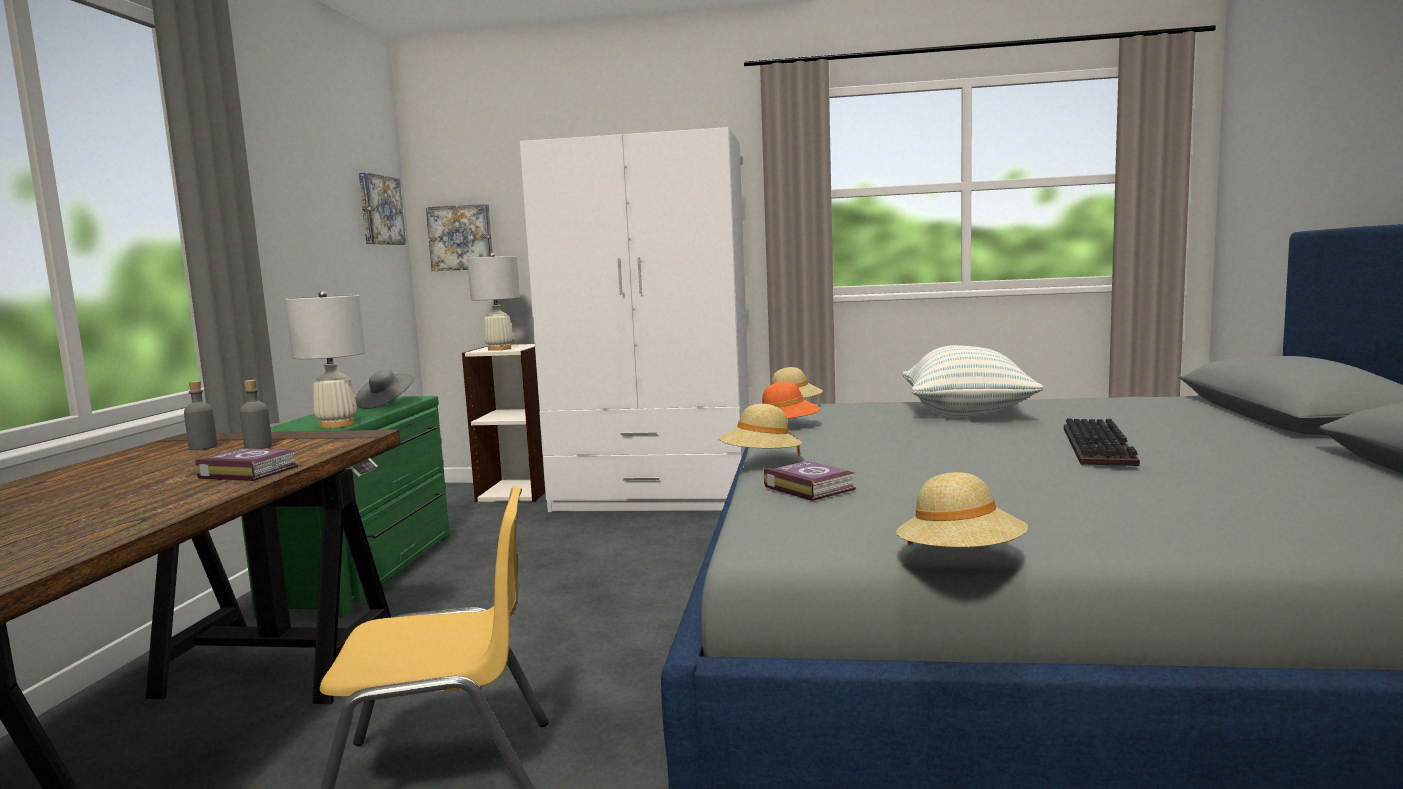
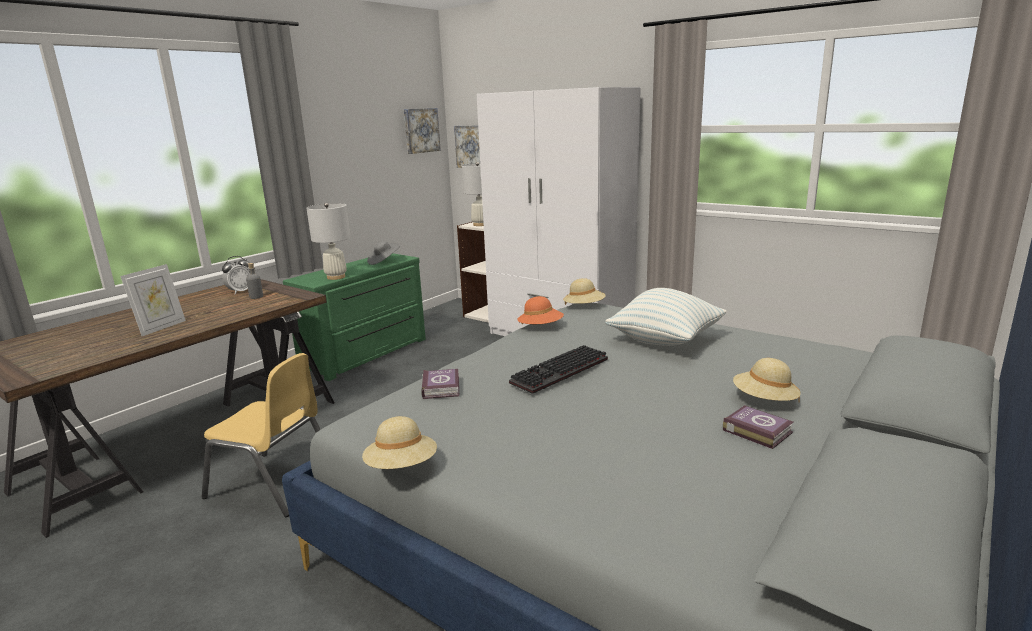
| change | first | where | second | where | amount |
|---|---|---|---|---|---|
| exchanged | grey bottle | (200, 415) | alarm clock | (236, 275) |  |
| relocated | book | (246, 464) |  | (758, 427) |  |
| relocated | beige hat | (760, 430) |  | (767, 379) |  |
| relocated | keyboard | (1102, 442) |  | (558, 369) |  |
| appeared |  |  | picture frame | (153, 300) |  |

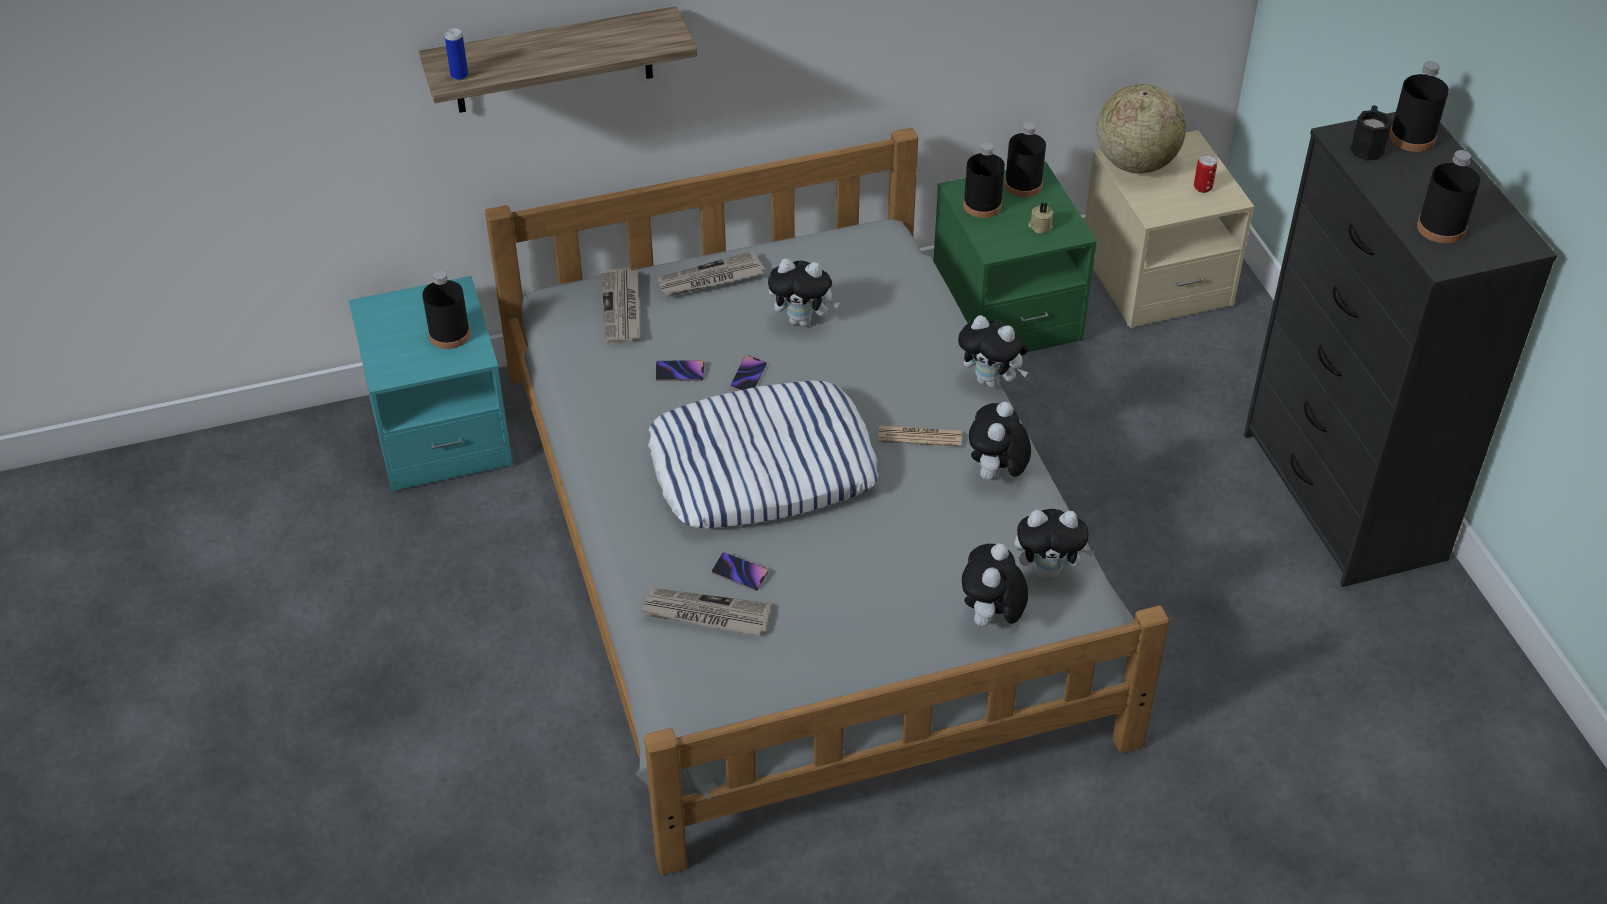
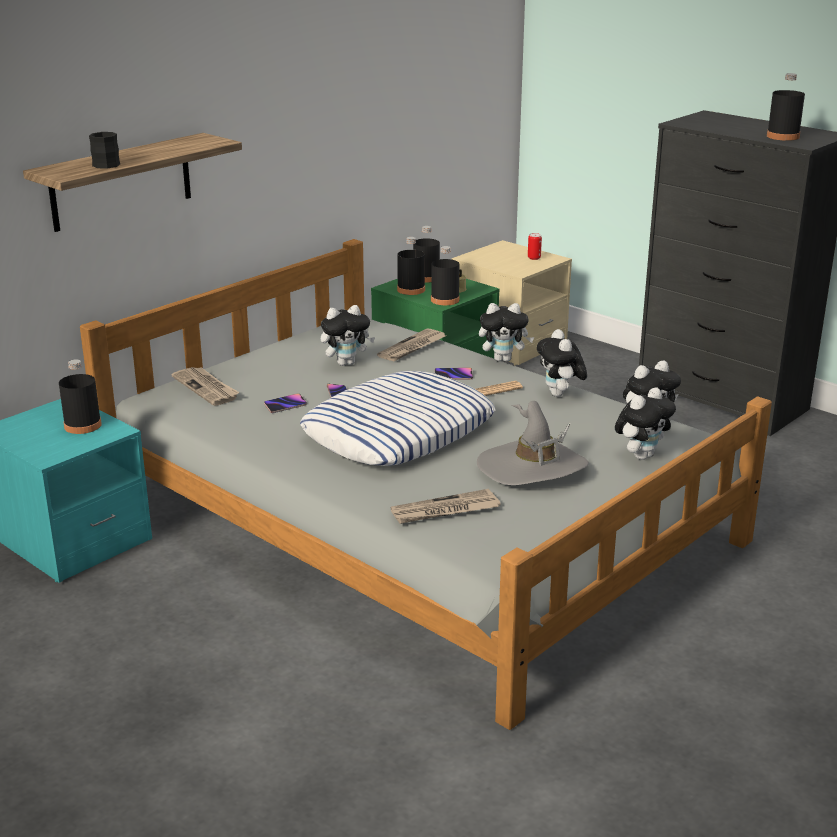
| change | first | where | second | where | amount |
|---|---|---|---|---|---|
| missing | can | (456, 54) |  |  |  |
| relocated | newspaper | (711, 274) |  | (411, 344) |  |
| relocated | phone | (740, 571) |  | (453, 373) |  |
| spun | plush toy | (995, 587) |  | (645, 423) | 120 degrees counterclockwise |
| missing | globe | (1141, 128) |  |  |  |
| relocated | black mug | (1371, 133) |  | (104, 150) |  |
| relocated | black bottle | (1419, 106) |  | (445, 275) |  |
| appeared |  |  | grey hat | (533, 443) |  |

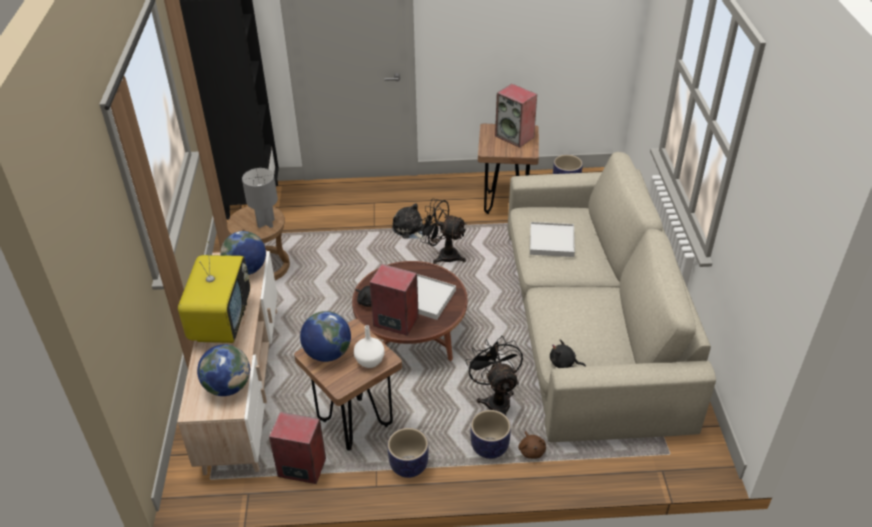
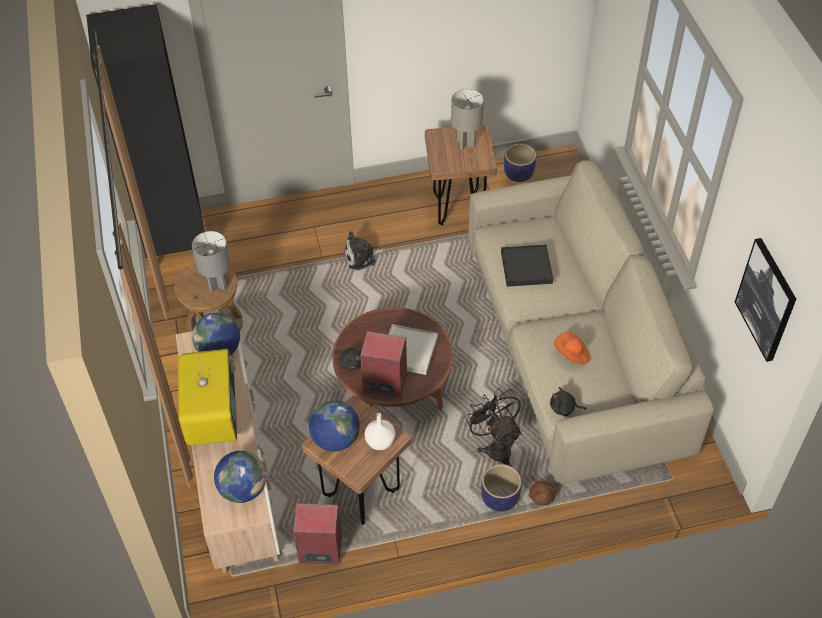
| change | first | where | second | where | amount |
|---|---|---|---|---|---|
| missing | planter | (408, 453) |  |  |  |
| spun | plush toy | (408, 221) |  | (364, 250) | 60 degrees counterclockwise |
| missing | black fan | (443, 231) |  |  |  |
| exchanged | speaker | (516, 116) | grey table lamp | (467, 119) |  |
| colour | white tray | (552, 239) | black tray | (527, 265) |  |
| appeared |  |  | orange hat | (572, 348) |  |
| appeared |  |  | picture | (765, 300) |  |

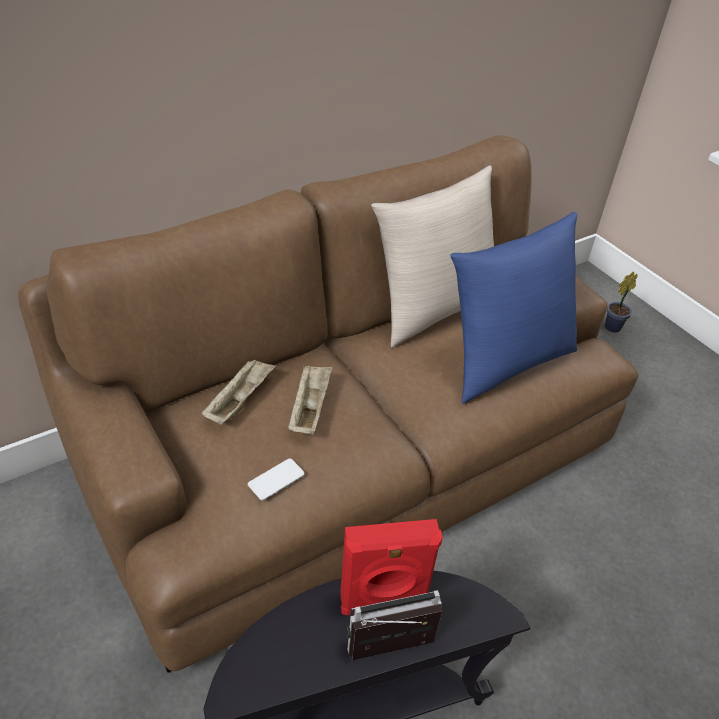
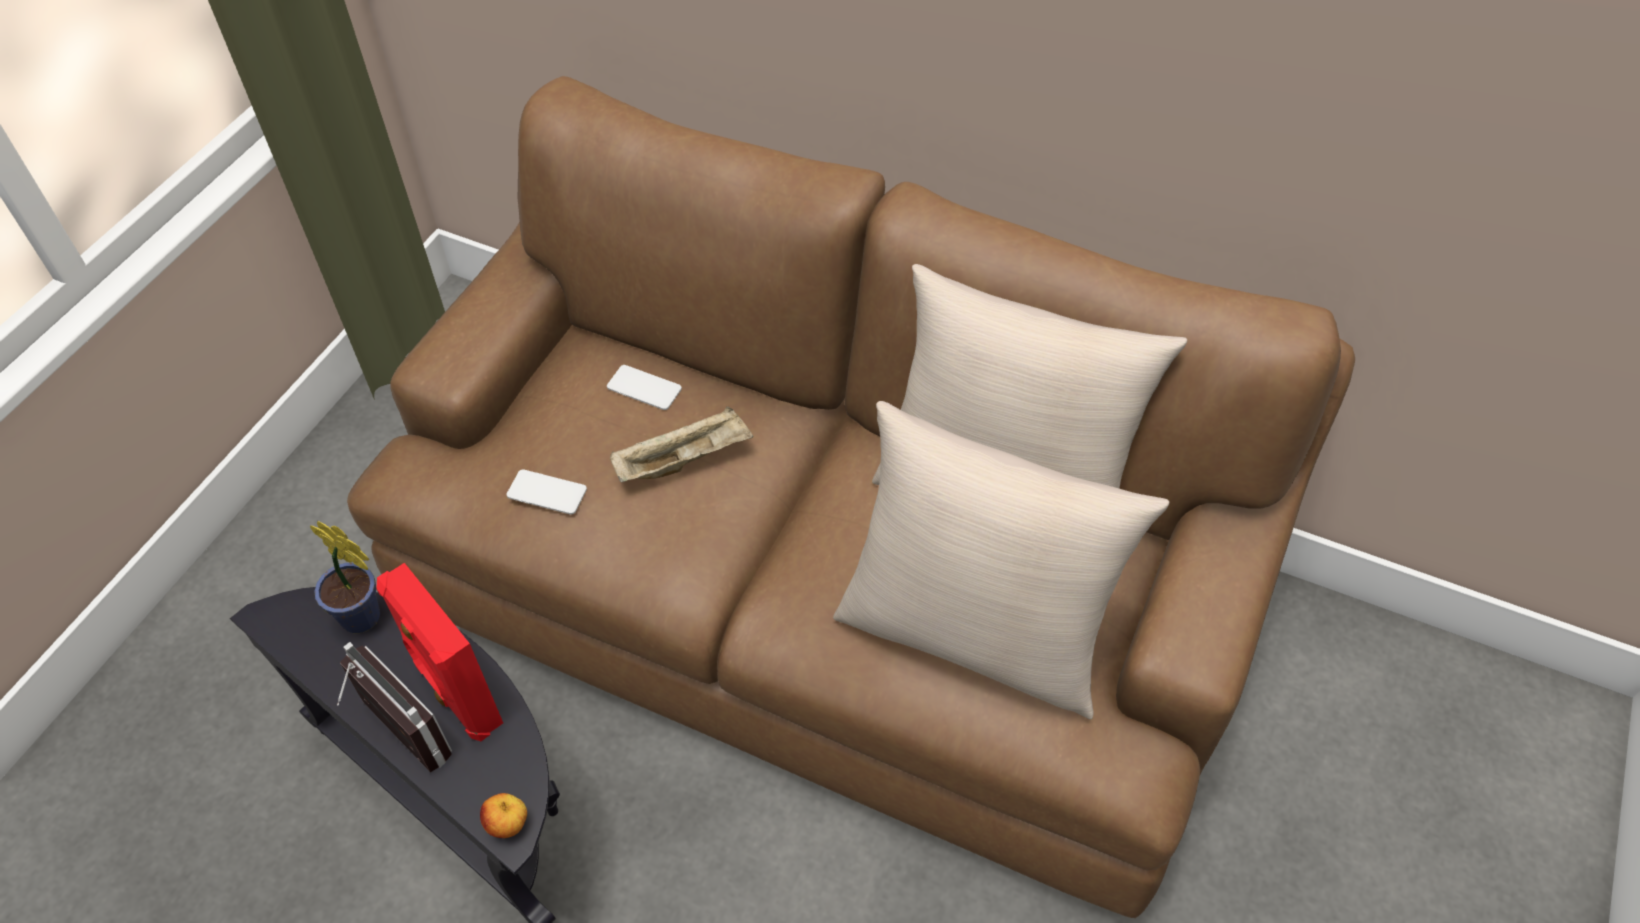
| change | first | where | second | where | amount |
|---|---|---|---|---|---|
| exchanged | beige tray | (238, 392) | phone | (644, 387) |  |
| colour | blue pillow | (513, 308) | beige pillow | (1001, 560) |  |
| relocated | potted plant | (621, 302) |  | (345, 577) |  |
| appeared |  |  | apple | (503, 815) |  |

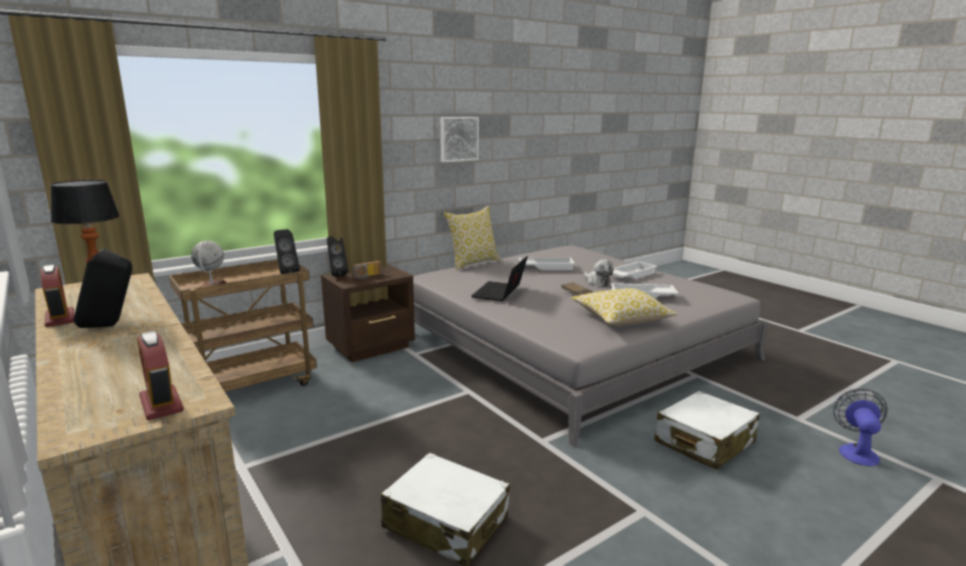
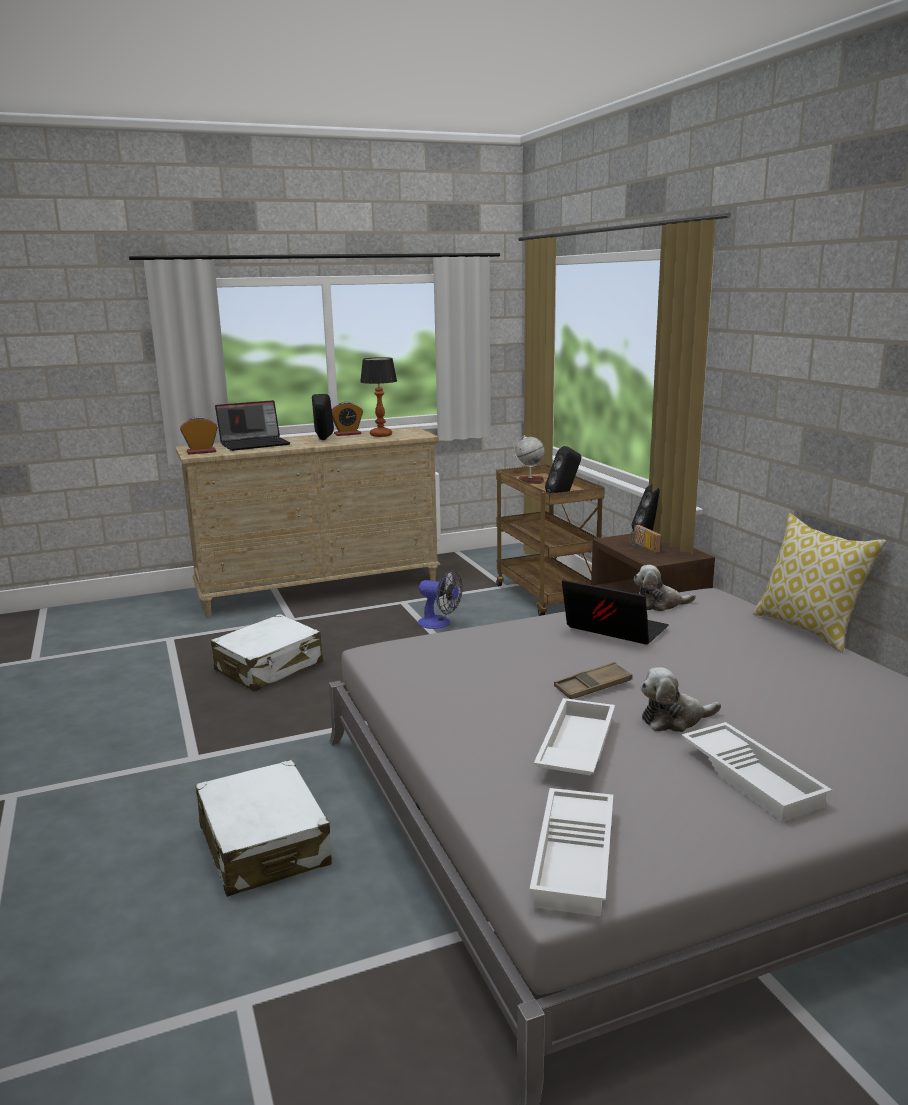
| change | first | where | second | where | amount |
|---|---|---|---|---|---|
| missing | picture | (459, 139) |  |  |  |
| relocated | white tray | (546, 263) |  | (571, 852) |  |
| missing | pillow | (624, 307) |  |  |  |
| relocated | fan | (860, 427) |  | (440, 599) |  |
| appeared |  |  | laptop | (252, 425) |  |
| appeared |  |  | plush toy | (664, 588) |  |

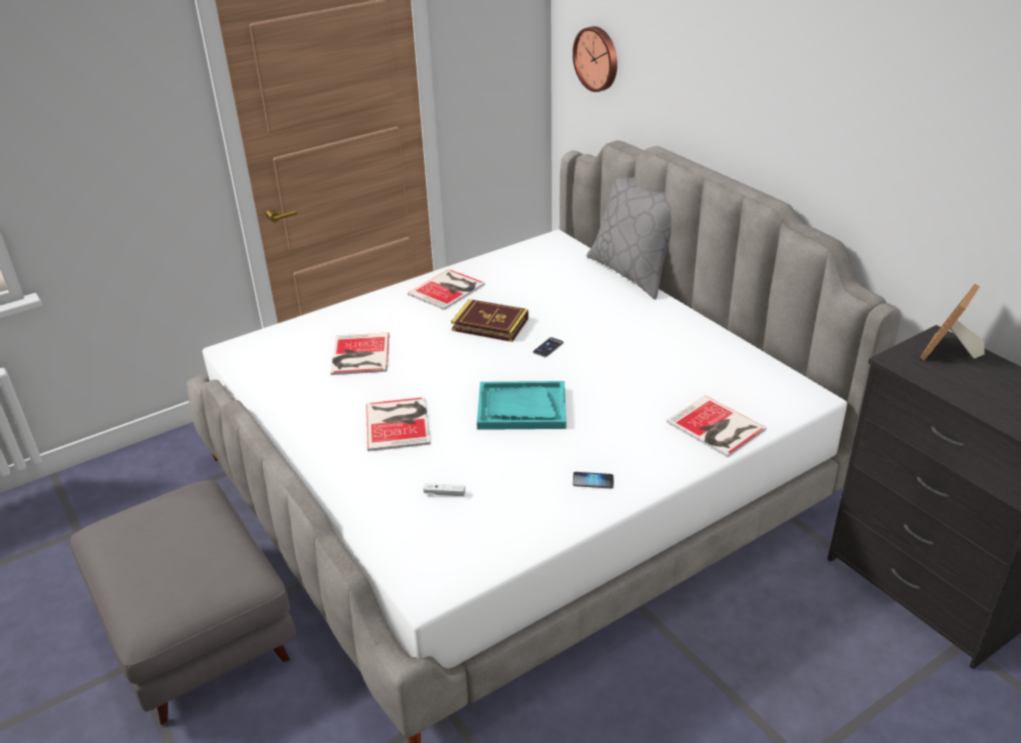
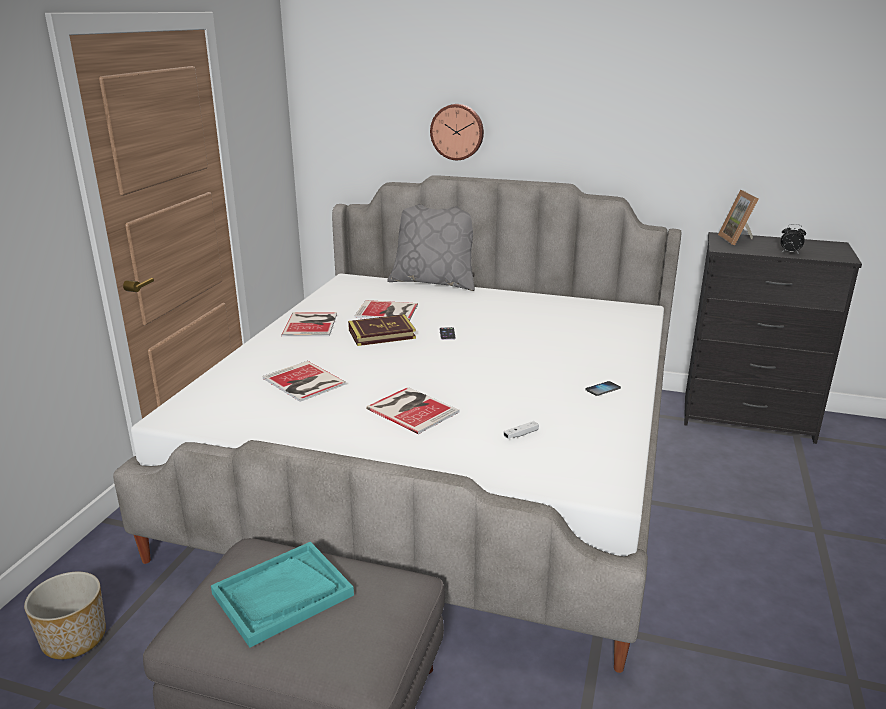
| change | first | where | second | where | amount |
|---|---|---|---|---|---|
| relocated | turquoise tray | (521, 405) |  | (282, 595) |  |
| relocated | wall clock | (595, 59) |  | (457, 132) |  |
| relocated | book | (716, 426) |  | (386, 310) |  |
| appeared |  |  | planter | (65, 615) |  |
| appeared |  |  | alarm clock | (793, 239) |  |

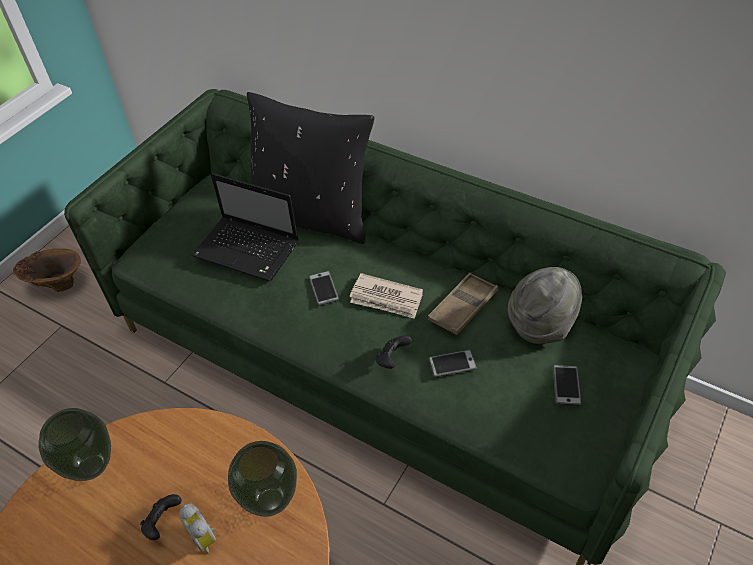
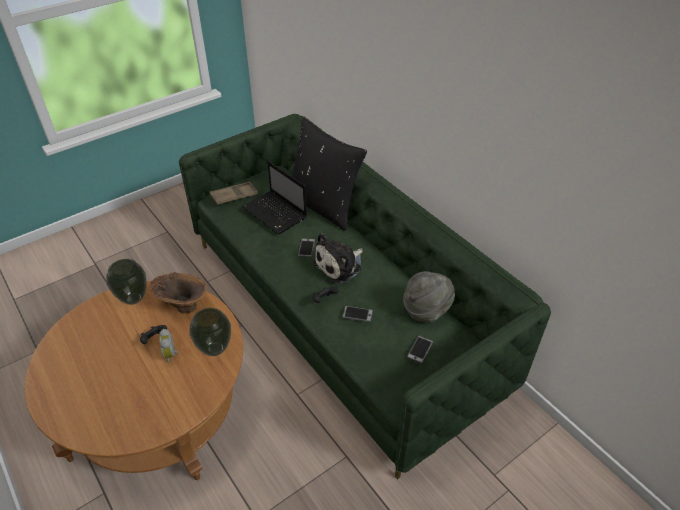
| change | first | where | second | where | amount |
|---|---|---|---|---|---|
| relocated | brown vase | (47, 270) |  | (178, 292) |  |
| exchanged | newspaper | (386, 296) | plush toy | (337, 258) |  |
| relocated | brown tray | (463, 304) |  | (234, 193) |  |

